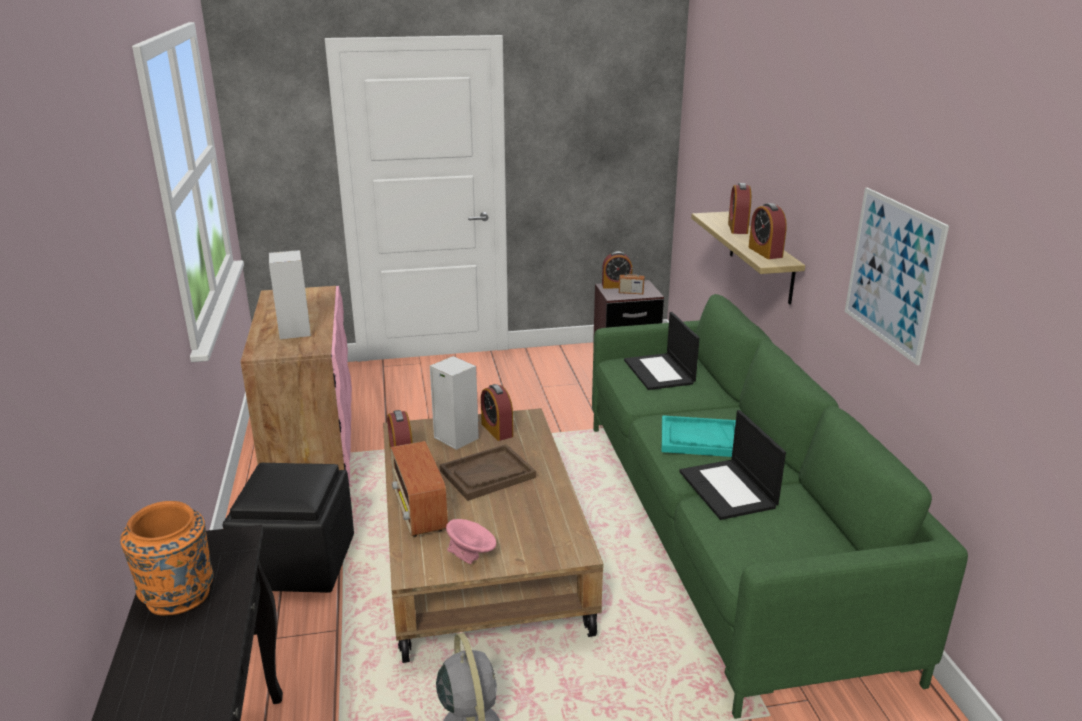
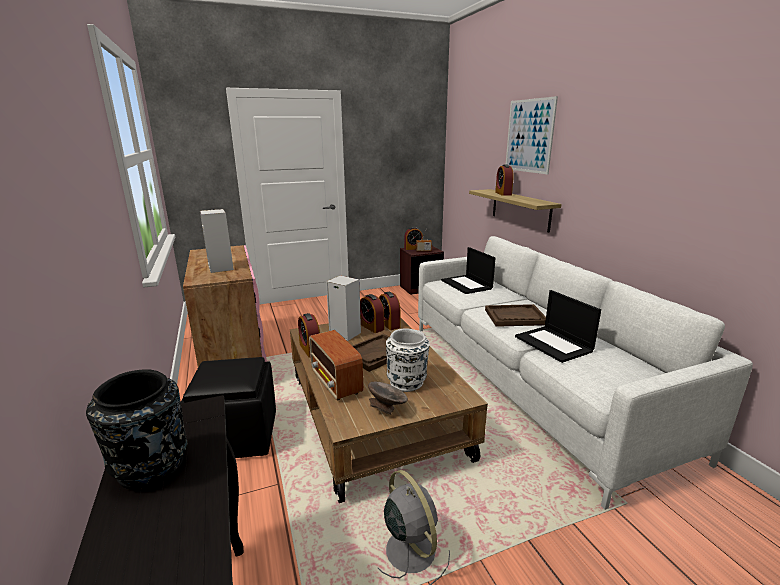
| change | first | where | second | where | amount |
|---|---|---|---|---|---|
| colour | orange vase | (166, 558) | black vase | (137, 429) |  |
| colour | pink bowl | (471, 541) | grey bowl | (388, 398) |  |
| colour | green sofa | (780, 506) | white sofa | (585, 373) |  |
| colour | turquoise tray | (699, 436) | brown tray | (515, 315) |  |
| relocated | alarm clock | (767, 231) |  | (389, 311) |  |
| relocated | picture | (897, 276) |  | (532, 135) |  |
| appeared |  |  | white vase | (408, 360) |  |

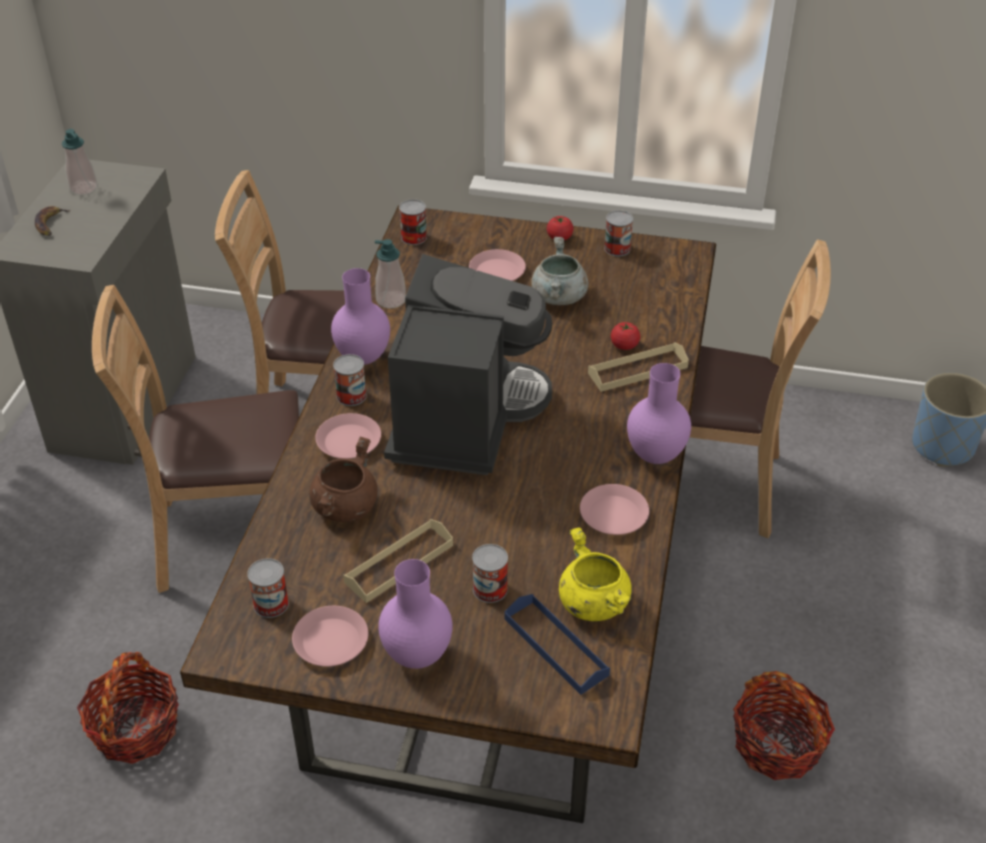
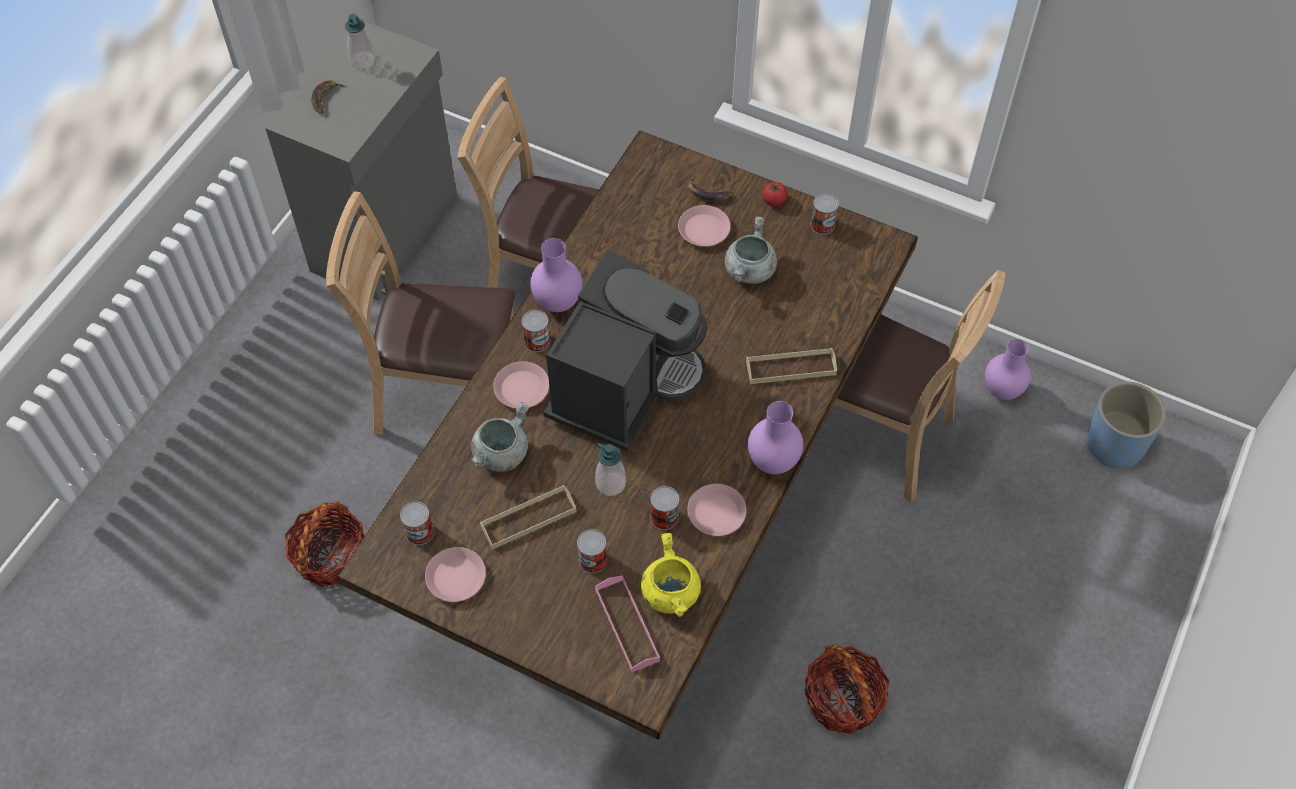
| change | first | where | second | where | amount |
|---|---|---|---|---|---|
| colour | brown cooking pot | (343, 479) | grey cooking pot | (500, 437) |  |
| relocated | soap dispenser | (390, 273) |  | (610, 469) |  |
| relocated | purple vase | (415, 614) |  | (1008, 369) |  |
| relocated | can | (413, 222) |  | (664, 508) |  |
| colour | blue tray | (557, 644) | pink tray | (627, 623) |  |
| missing | tomato | (625, 336) |  |  |  |
| appeared |  |  | banana | (710, 189) |  |

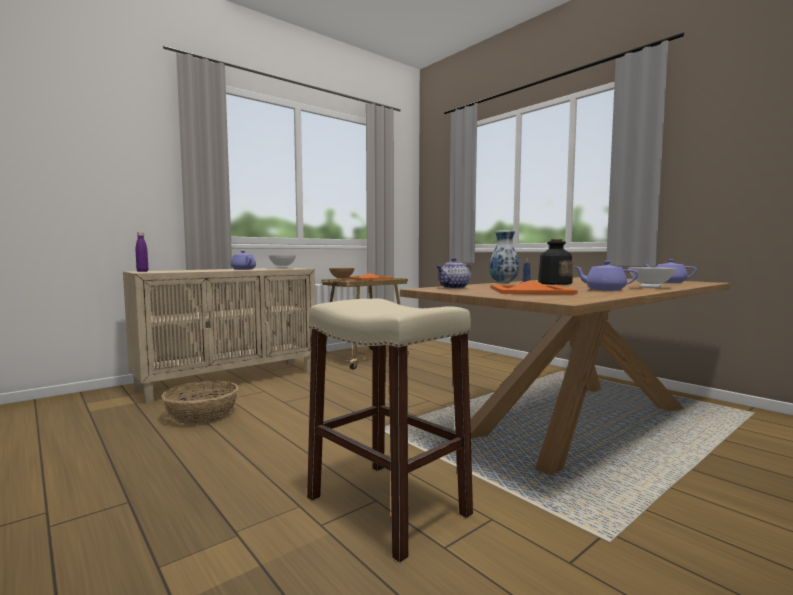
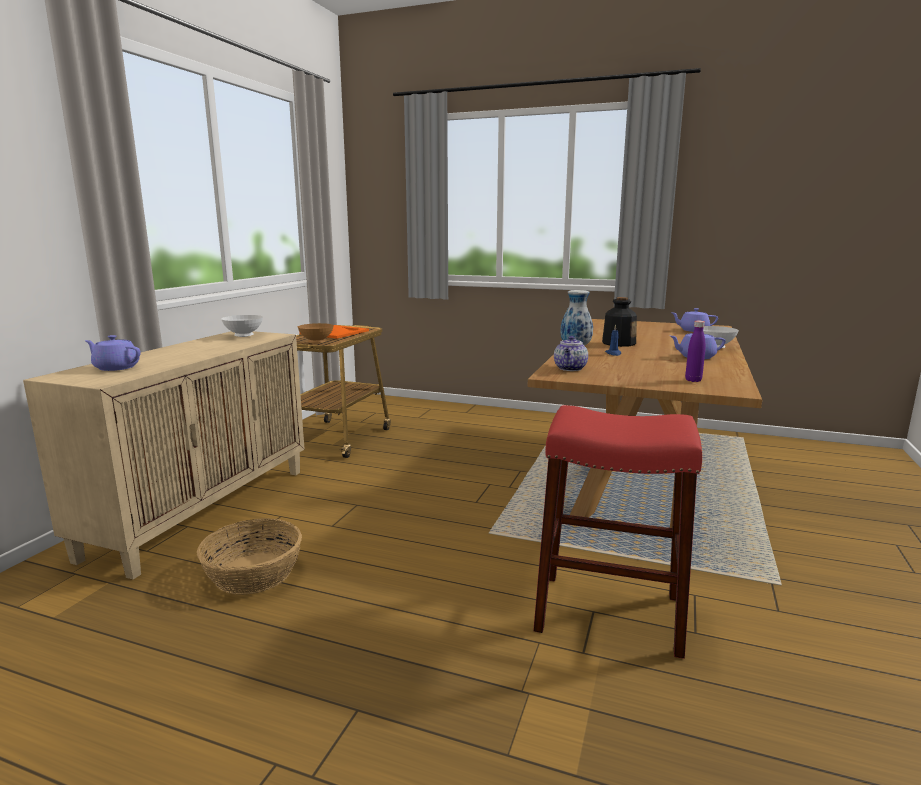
| change | first | where | second | where | amount |
|---|---|---|---|---|---|
| relocated | purple bottle | (142, 252) |  | (695, 351) |  |
| relocated | purple teapot | (243, 260) |  | (113, 353) |  |
| colour | beige stool | (390, 430) | red stool | (617, 532) |  |
| missing | orange tray | (534, 287) |  |  |  |

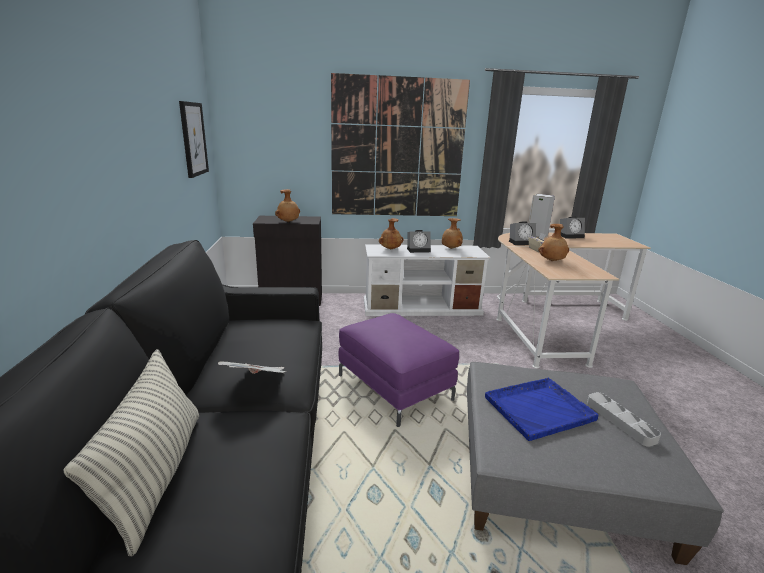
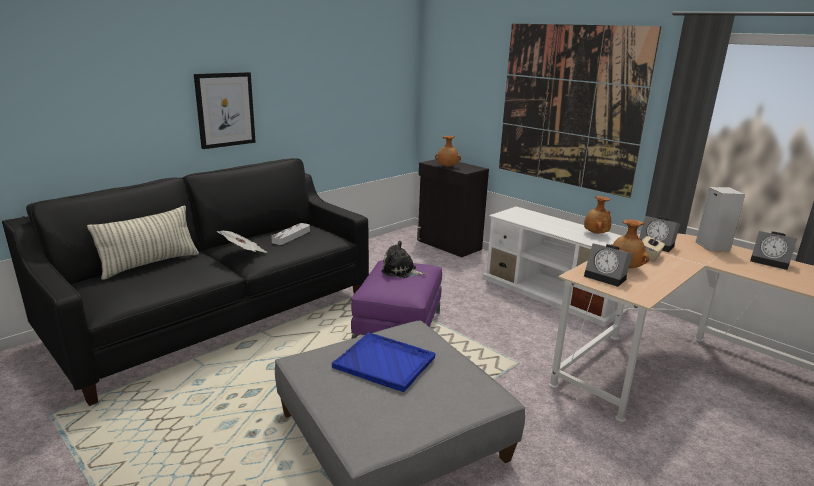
| change | first | where | second | where | amount |
|---|---|---|---|---|---|
| relocated | picture | (194, 139) |  | (225, 110) |  |
| missing | brown vase | (391, 233) |  |  |  |
| relocated | alarm clock | (419, 241) |  | (608, 265) |  |
| relocated | grey tray | (624, 419) |  | (290, 234) |  |
| appeared |  |  | plush toy | (403, 259) |  |

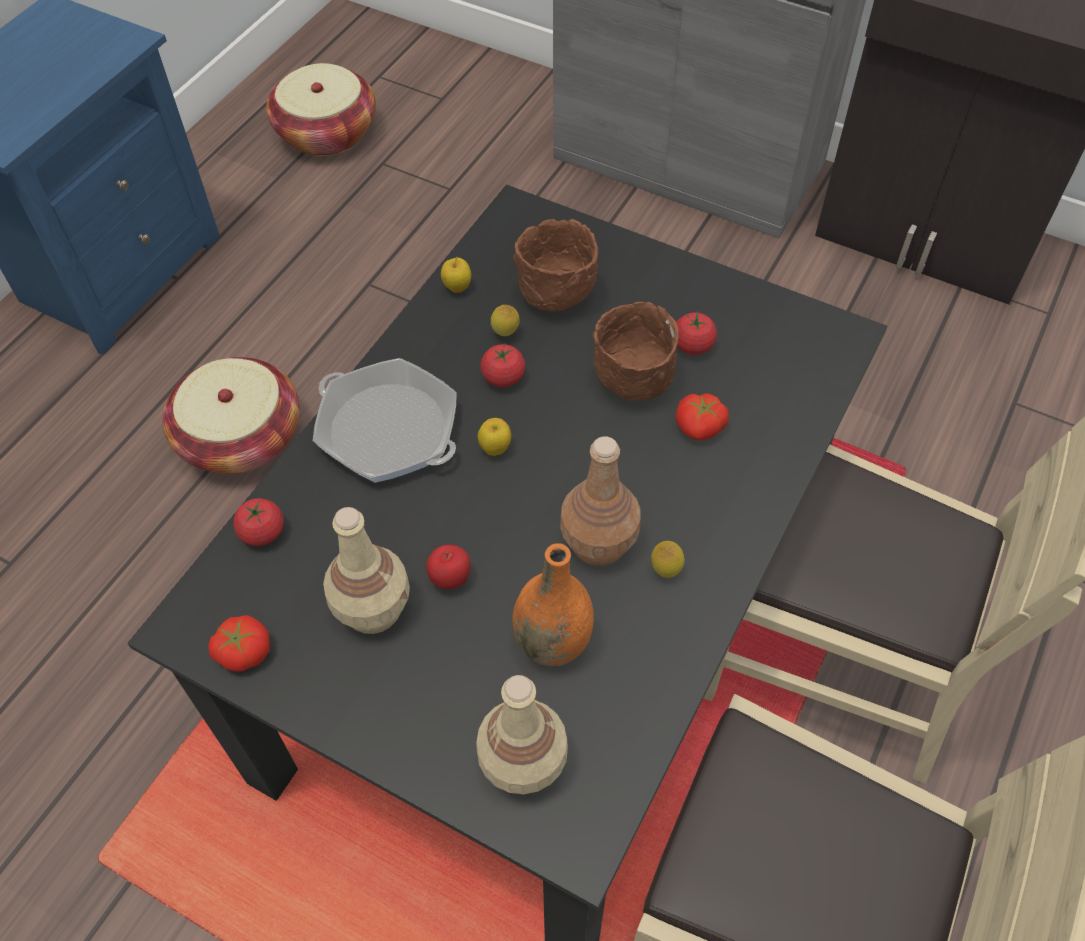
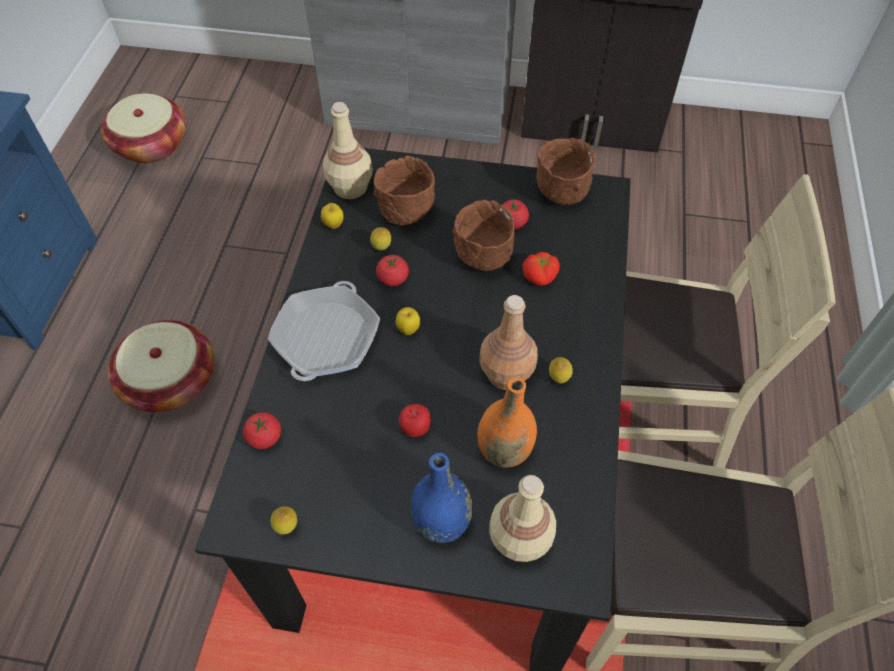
| change | first | where | second | where | amount |
|---|---|---|---|---|---|
| exchanged | tomato | (239, 643) | lemon | (283, 520) |  |
| spun | frying pan | (385, 420) |  | (324, 331) | 90 degrees clockwise |
| relocated | beige bottle | (366, 570) |  | (348, 150) |  |
| appeared |  |  | blue vase | (441, 498) |  |
| appeared |  |  | brown bowl | (566, 171) |  |

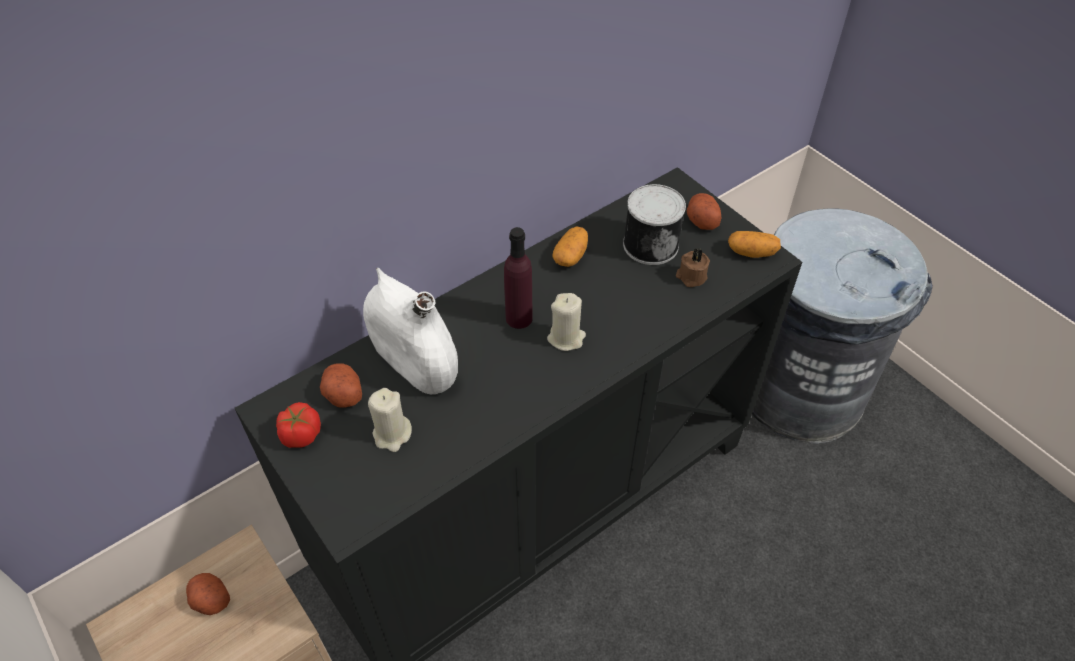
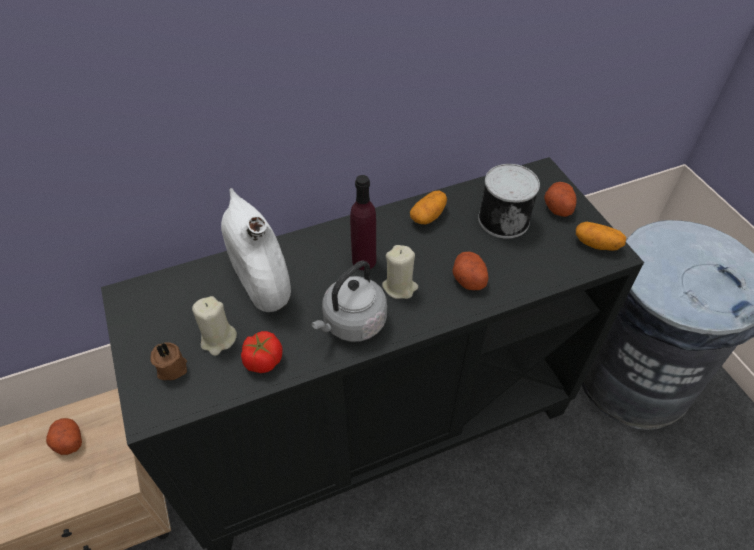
| change | first | where | second | where | amount |
|---|---|---|---|---|---|
| relocated | tomato | (298, 425) |  | (262, 352) |  |
| relocated | potato | (341, 385) |  | (470, 271) |  |
| relocated | brown candle | (693, 268) |  | (168, 361) |  |
| appeared |  |  | grey kettle | (349, 301) |  |

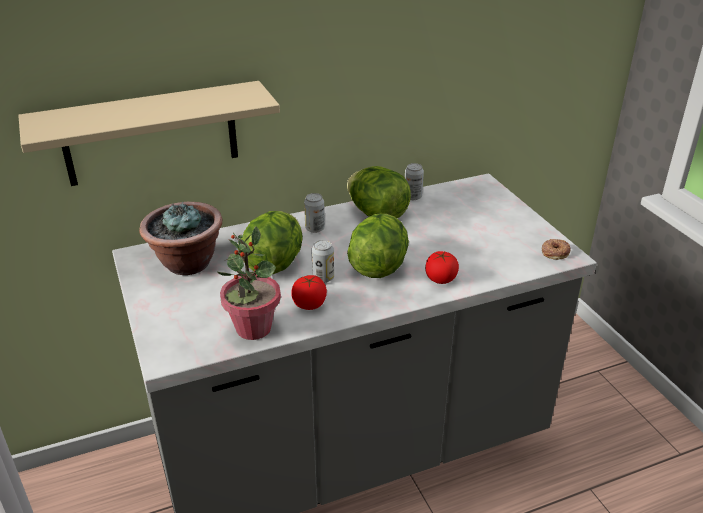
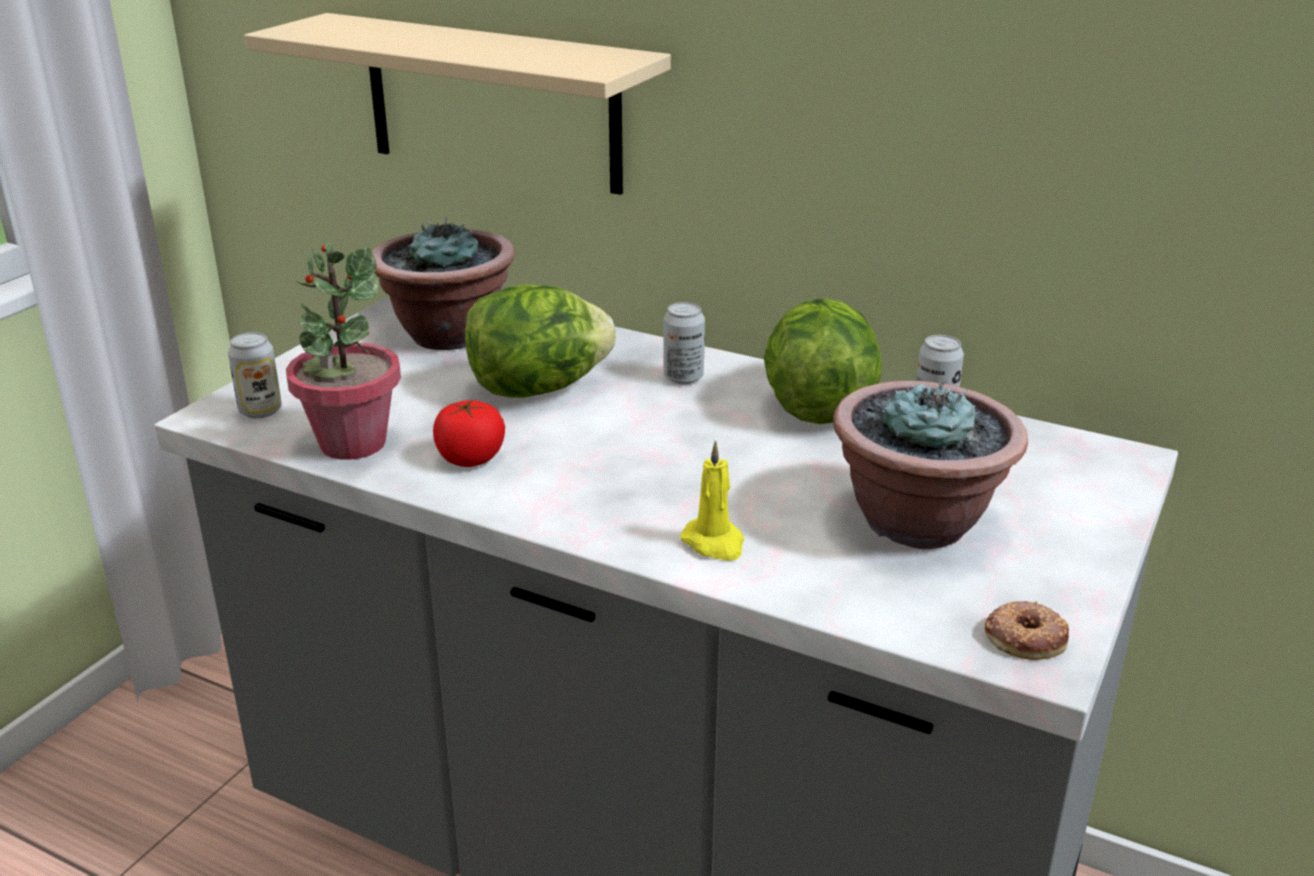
| change | first | where | second | where | amount |
|---|---|---|---|---|---|
| relocated | can | (322, 261) |  | (255, 375) |  |
| missing | lettuce | (378, 246) |  |  |  |
| exchanged | tomato | (442, 267) | yellow candle | (712, 500) |  |
| appeared |  |  | potted plant | (930, 464) |  |

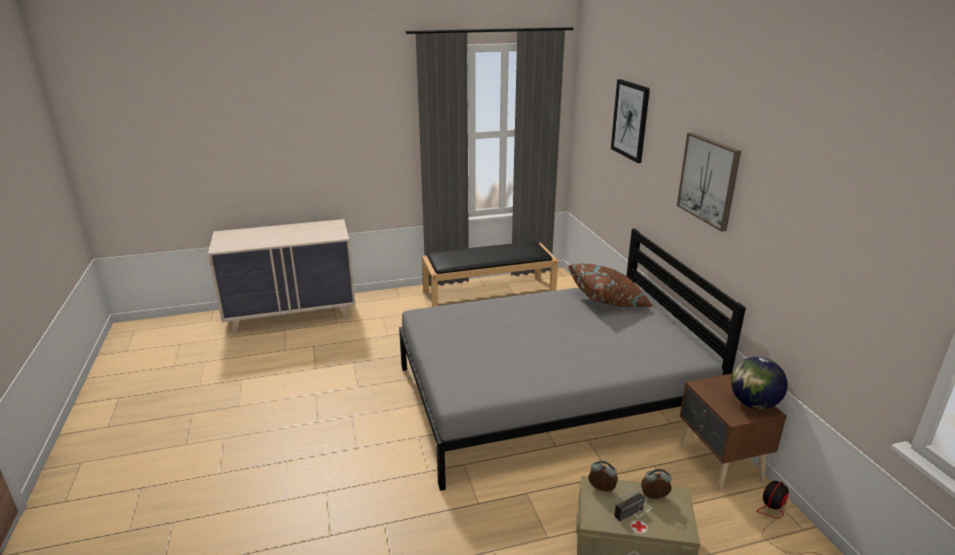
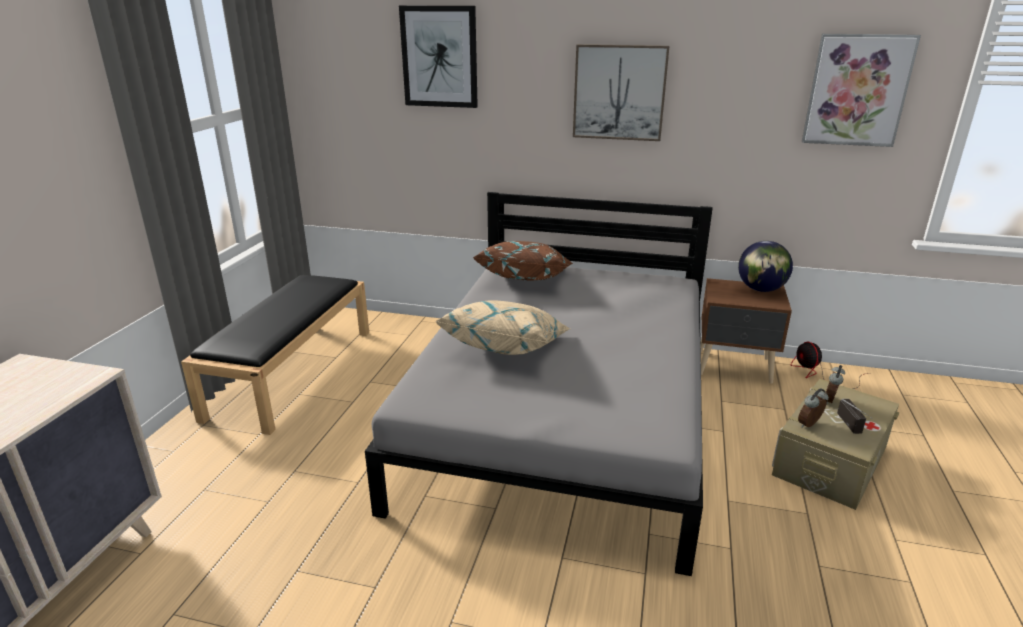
| change | first | where | second | where | amount |
|---|---|---|---|---|---|
| appeared |  |  | beige pillow | (503, 327) |  |
| appeared |  |  | picture | (861, 90) |  |

